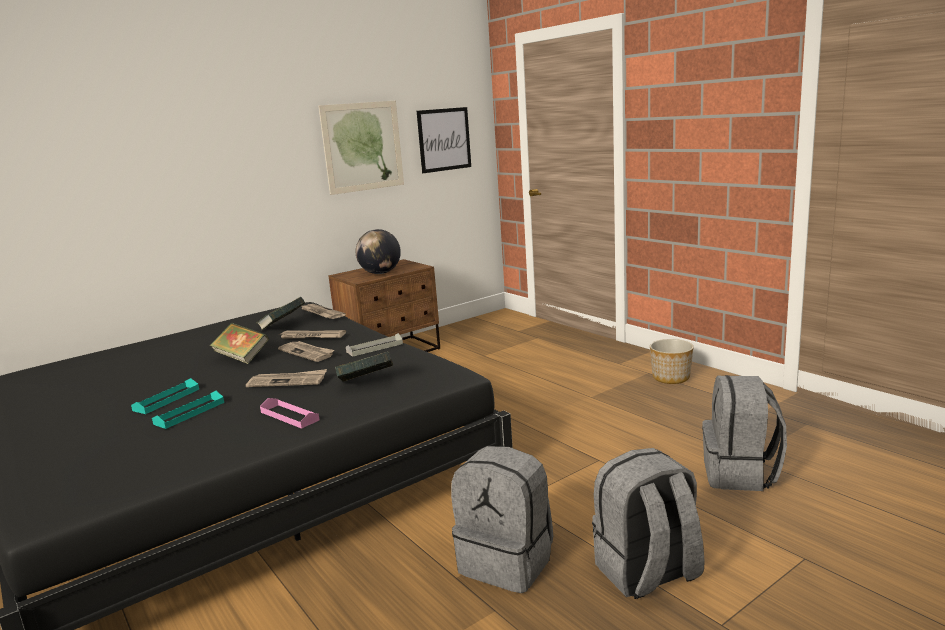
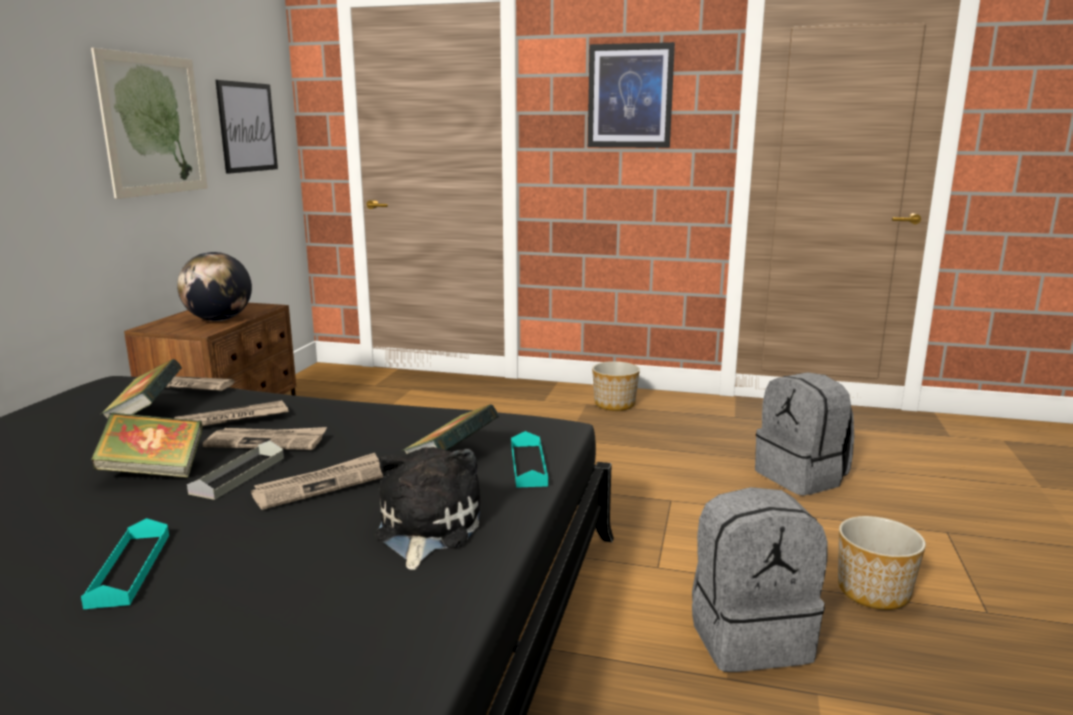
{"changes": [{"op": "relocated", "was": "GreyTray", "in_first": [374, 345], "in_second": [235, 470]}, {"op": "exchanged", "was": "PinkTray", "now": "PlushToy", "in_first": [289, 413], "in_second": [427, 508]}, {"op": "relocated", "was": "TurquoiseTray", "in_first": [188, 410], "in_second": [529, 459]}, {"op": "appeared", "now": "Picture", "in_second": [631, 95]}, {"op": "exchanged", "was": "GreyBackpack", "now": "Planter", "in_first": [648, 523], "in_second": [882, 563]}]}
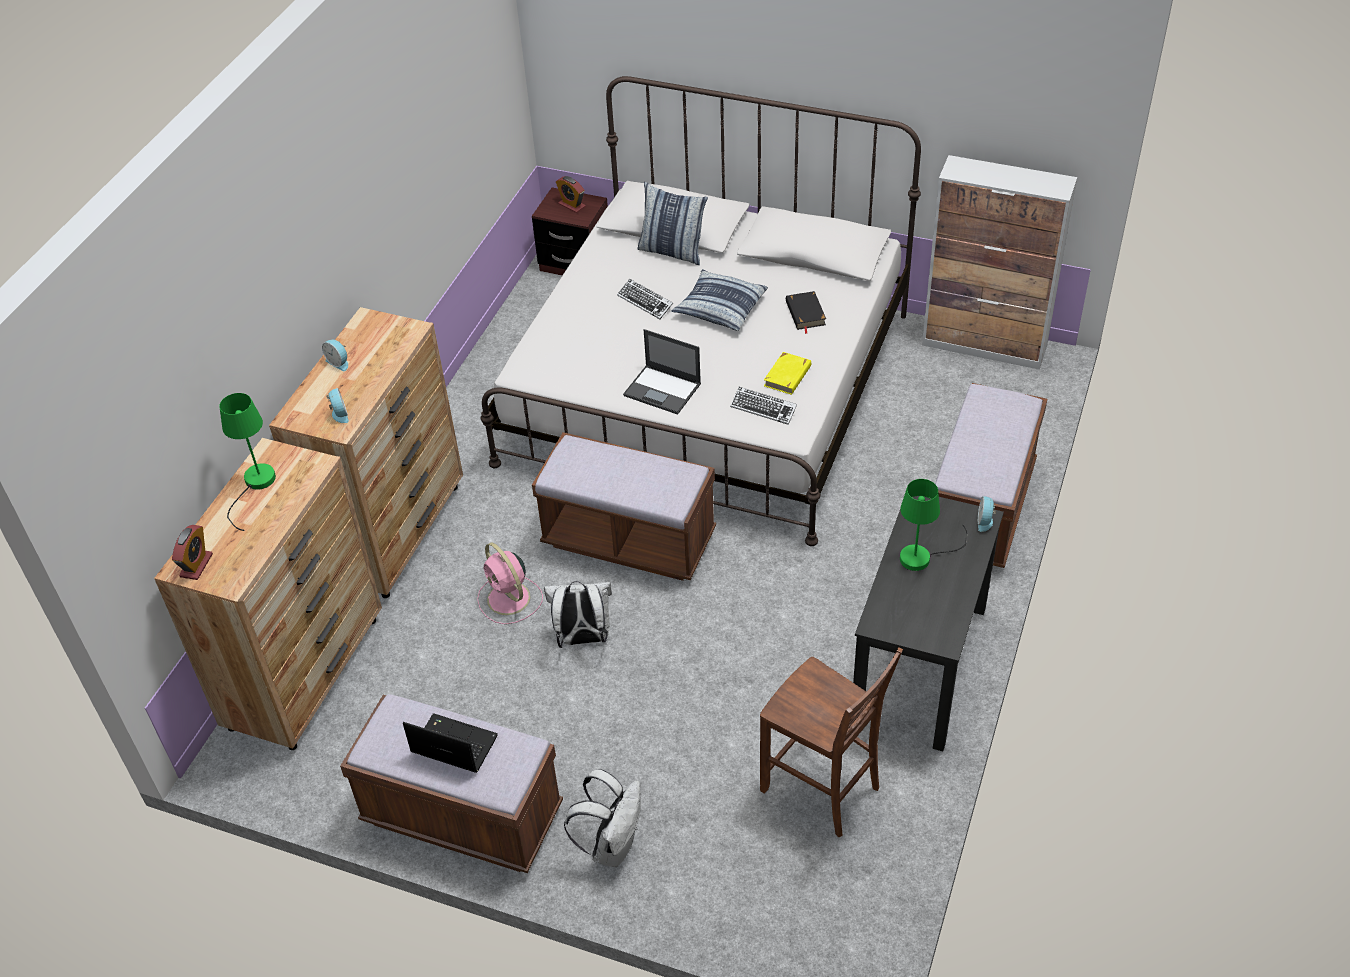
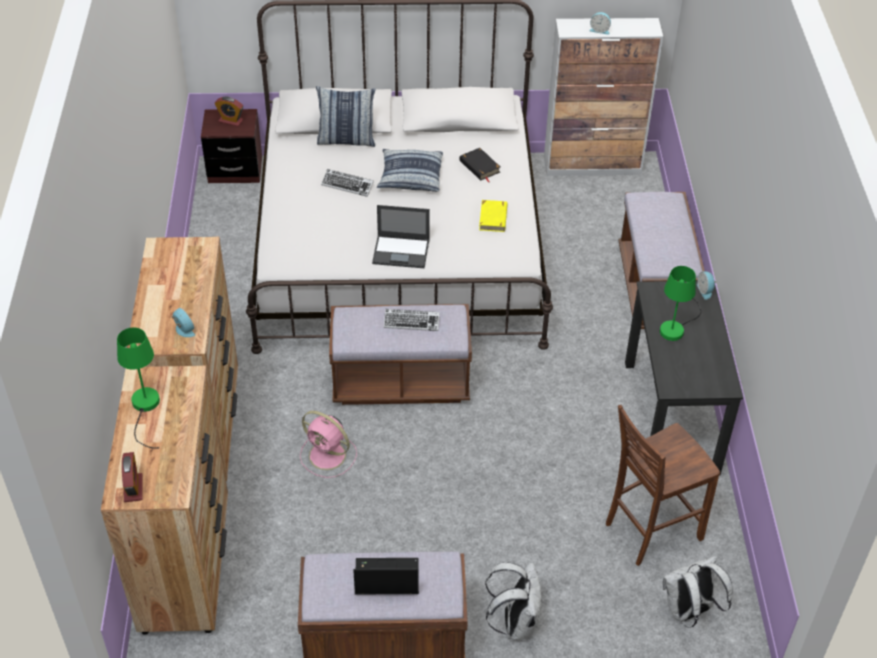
{"changes": [{"op": "relocated", "was": "Keyboard", "in_first": [763, 406], "in_second": [412, 320]}, {"op": "relocated", "was": "AlarmClock", "in_first": [335, 355], "in_second": [600, 23]}, {"op": "spun", "was": "BrownChair", "in_first": [831, 742], "in_second": [663, 485], "clockwise": 135}, {"op": "relocated", "was": "WhiteBackpack", "in_first": [578, 614], "in_second": [698, 592]}]}
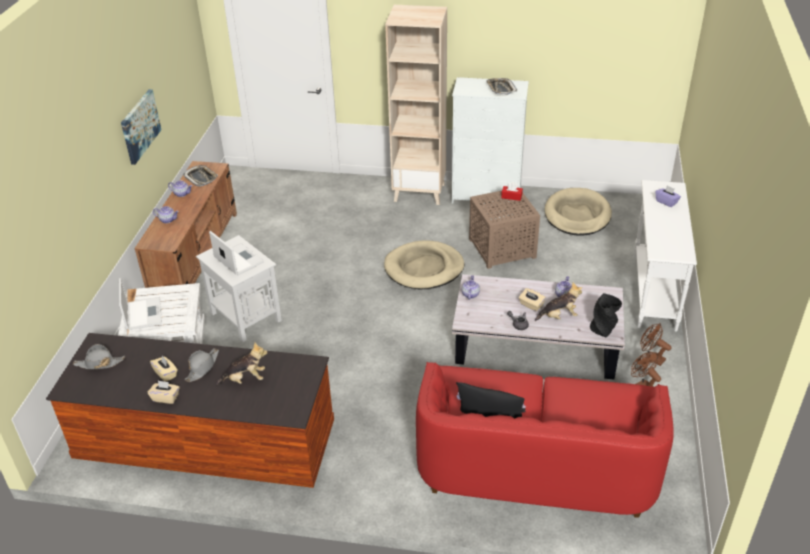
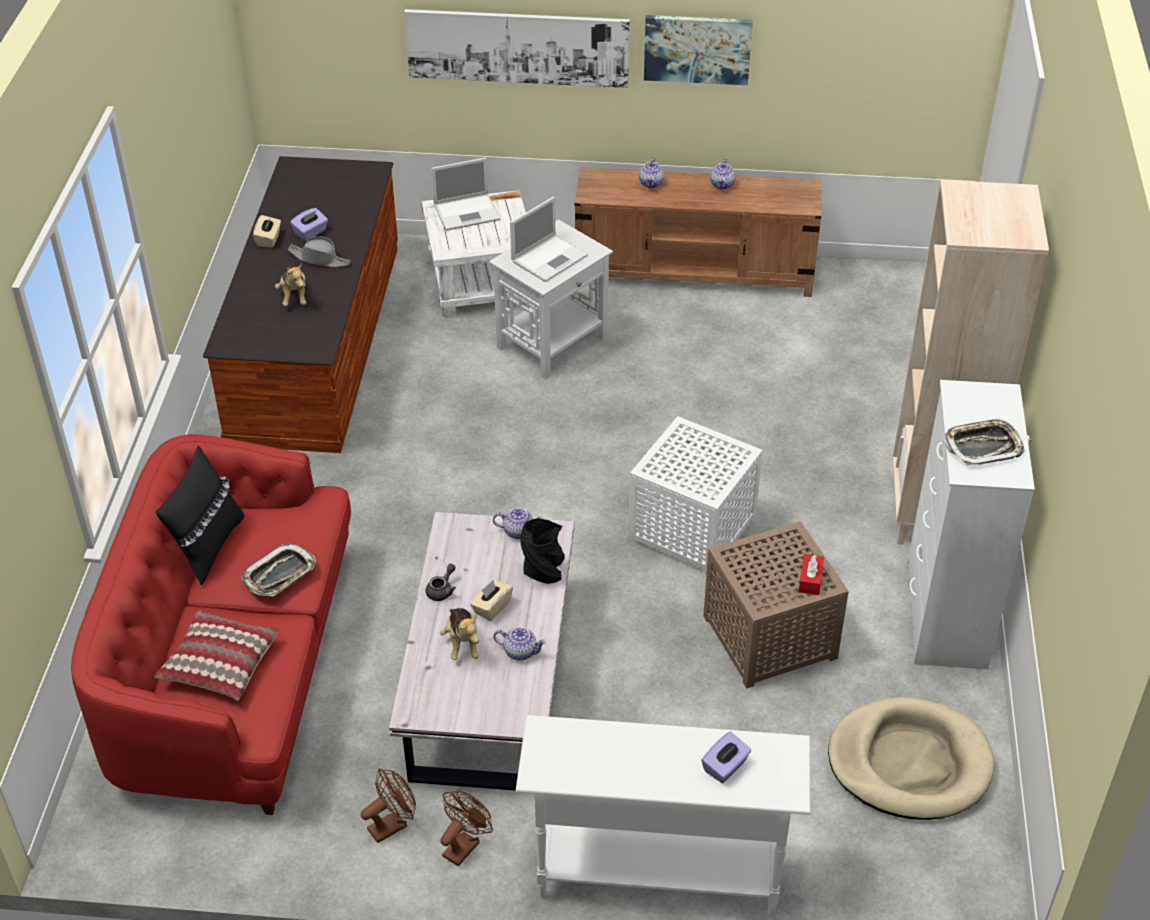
{"changes": [{"op": "appeared", "now": "Pillow", "in_second": [217, 655]}, {"op": "relocated", "was": "Tray", "in_first": [200, 175], "in_second": [278, 569]}, {"op": "colour", "was": "BeigeTissueBox", "now": "PurpleTissueBox", "in_first": [164, 369], "in_second": [309, 224]}, {"op": "appeared", "now": "Picture", "in_second": [517, 48]}, {"op": "relocated", "was": "BlackVase", "in_first": [606, 315], "in_second": [542, 551]}, {"op": "exchanged", "was": "BeigeDogBed", "now": "WhiteSideTable", "in_first": [424, 264], "in_second": [695, 495]}, {"op": "missing", "was": "GreyHat", "in_first": [99, 356]}]}
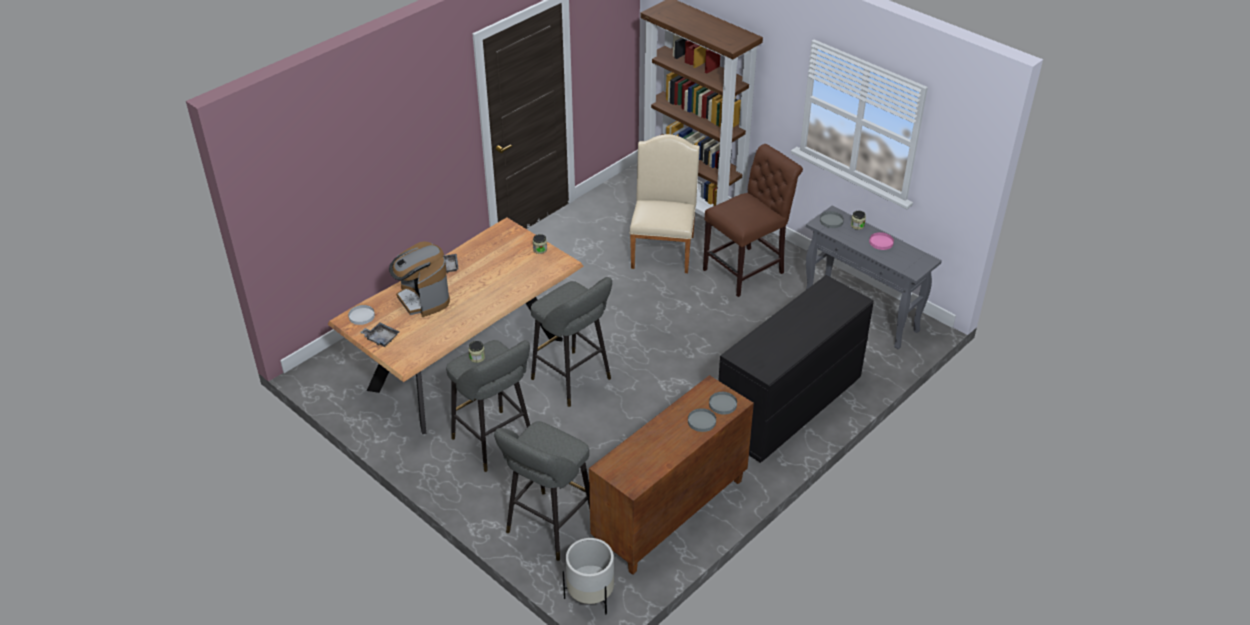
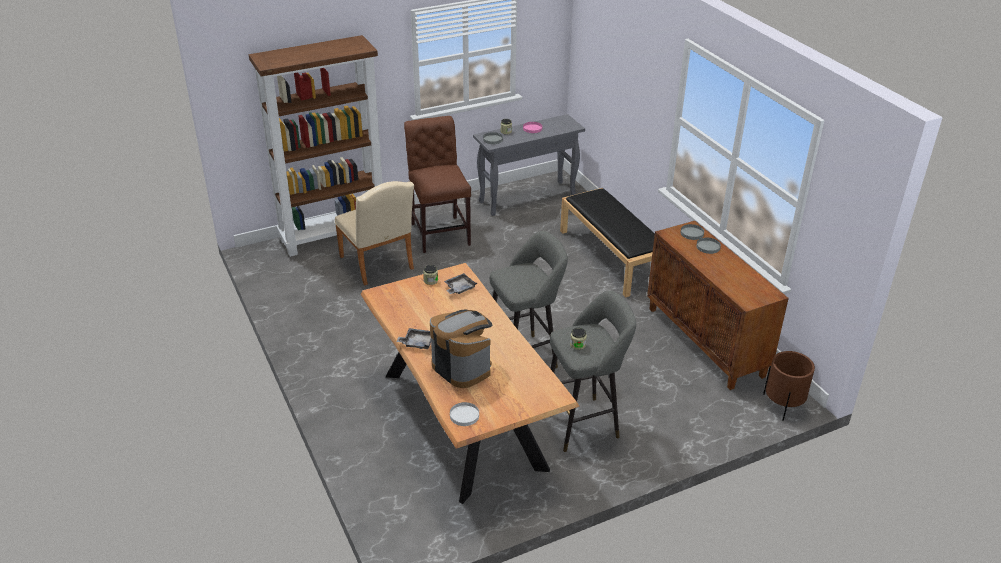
{"changes": [{"op": "spun", "was": "BeigeChair", "in_first": [664, 203], "in_second": [374, 233], "clockwise": -150}, {"op": "spun", "was": "CoffeeMachine", "in_first": [419, 279], "in_second": [461, 349], "clockwise": -120}, {"op": "relocated", "was": "GreyTray", "in_first": [379, 334], "in_second": [460, 283]}, {"op": "exchanged", "was": "BlackDresser", "now": "BlackBench", "in_first": [796, 369], "in_second": [607, 243]}, {"op": "colour", "was": "WhitePlanter", "now": "BrownPlanter", "in_first": [588, 576], "in_second": [789, 386]}, {"op": "missing", "was": "GreyStool", "in_first": [542, 491]}]}
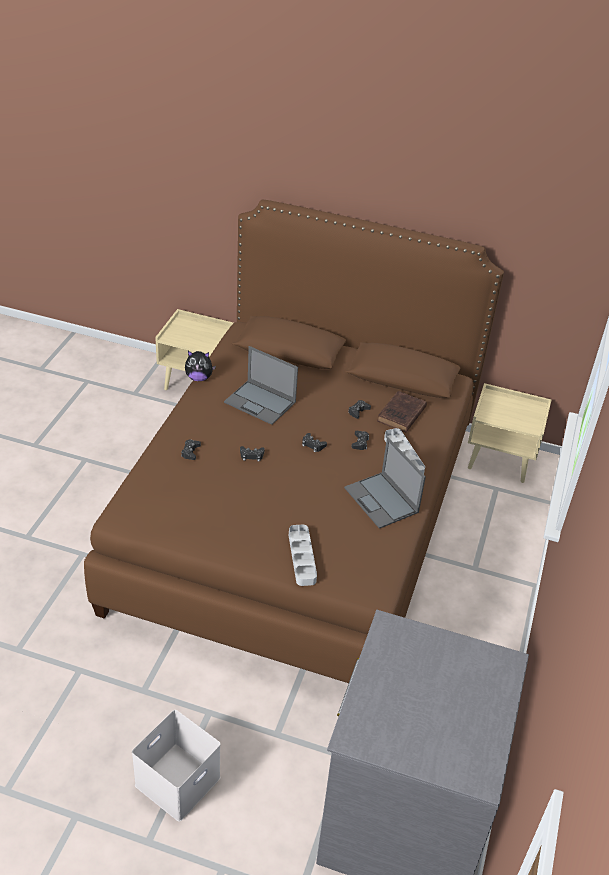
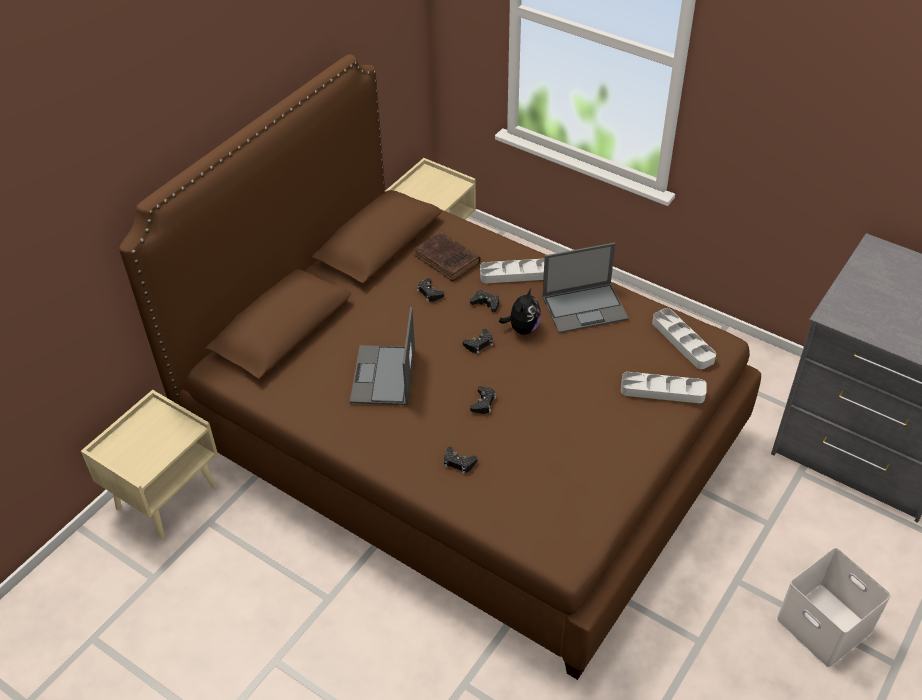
{"changes": [{"op": "spun", "was": "Laptop", "in_first": [261, 385], "in_second": [382, 356], "clockwise": 135}, {"op": "relocated", "was": "PlushToy", "in_first": [200, 366], "in_second": [520, 311]}, {"op": "appeared", "now": "GreyTray", "in_second": [684, 338]}]}
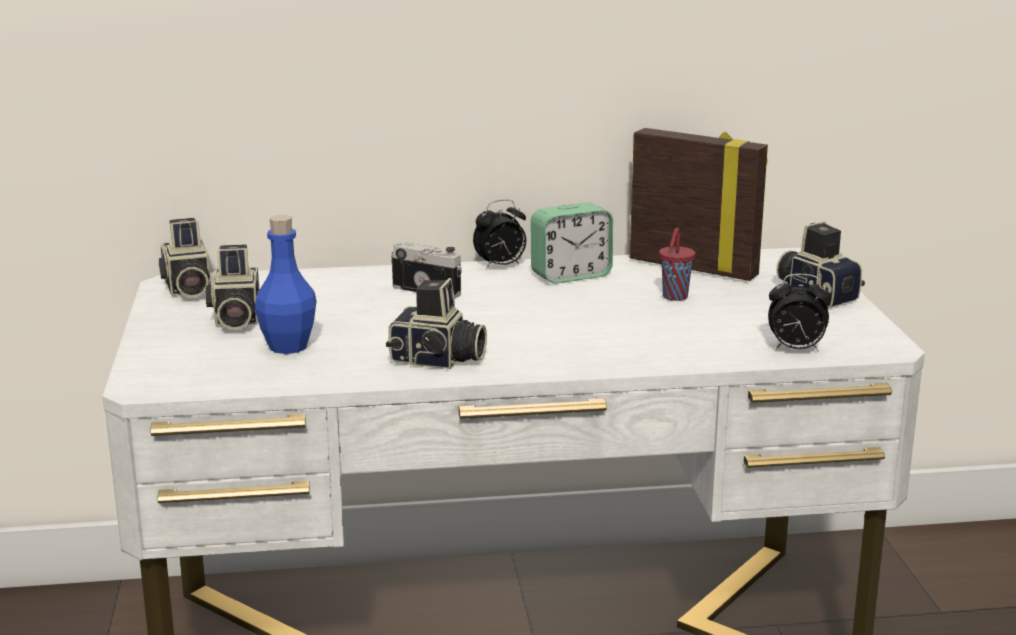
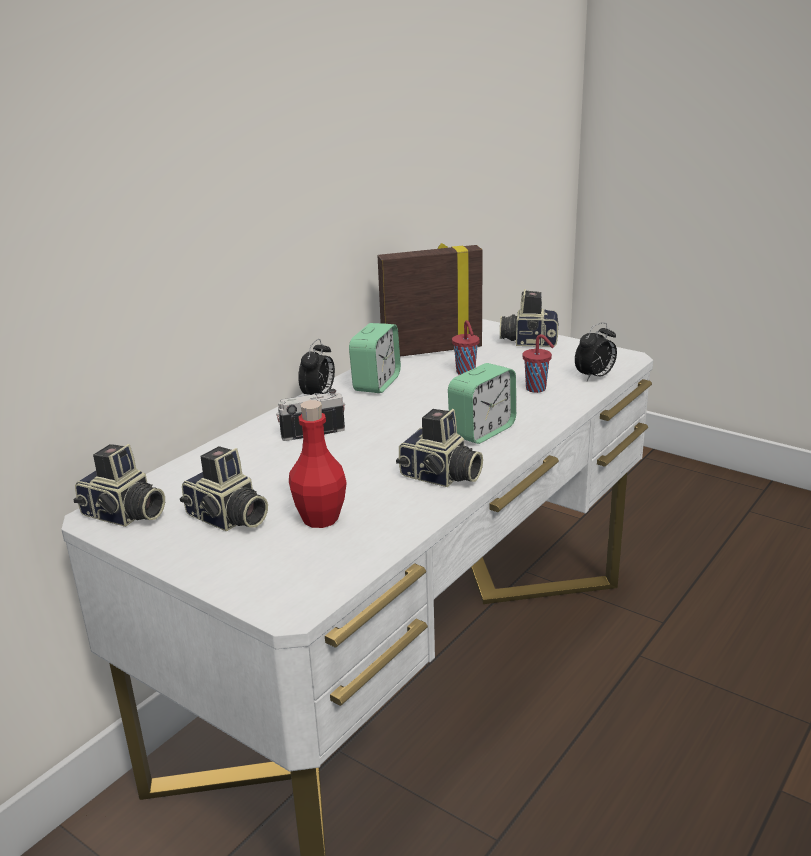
{"changes": [{"op": "colour", "was": "BlueBottle", "now": "RedBottle", "in_first": [286, 284], "in_second": [318, 464]}, {"op": "spun", "was": "PhotoCamera", "in_first": [436, 323], "in_second": [439, 448], "clockwise": 60}, {"op": "appeared", "now": "AlarmClock", "in_second": [482, 403]}, {"op": "appeared", "now": "RedCup", "in_second": [538, 363]}]}
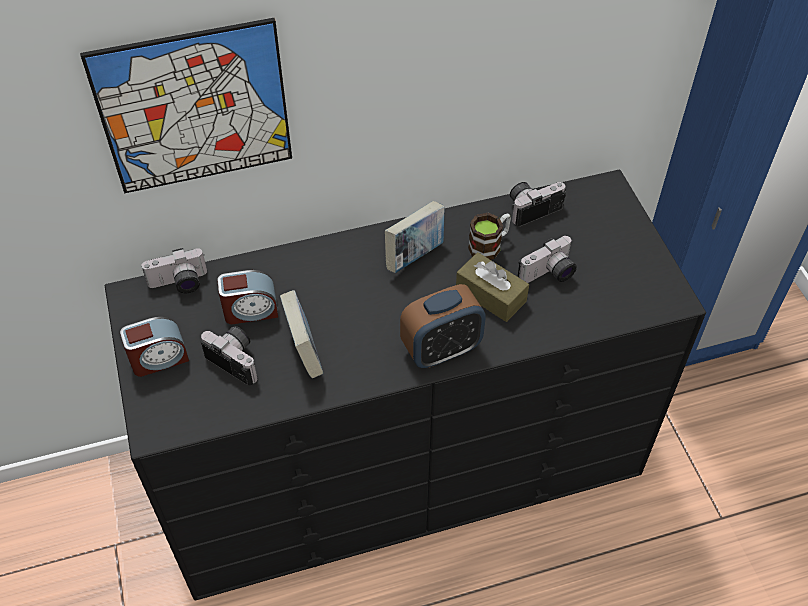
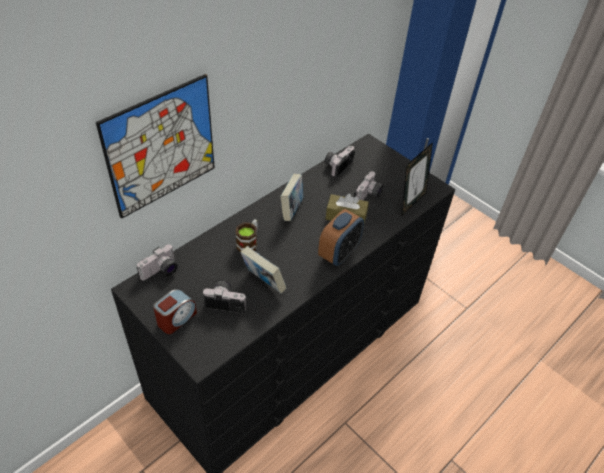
{"changes": [{"op": "relocated", "was": "Mug", "in_first": [489, 236], "in_second": [247, 235]}, {"op": "appeared", "now": "PictureFrame", "in_second": [417, 179]}, {"op": "missing", "was": "AlarmClock", "in_first": [247, 297]}]}
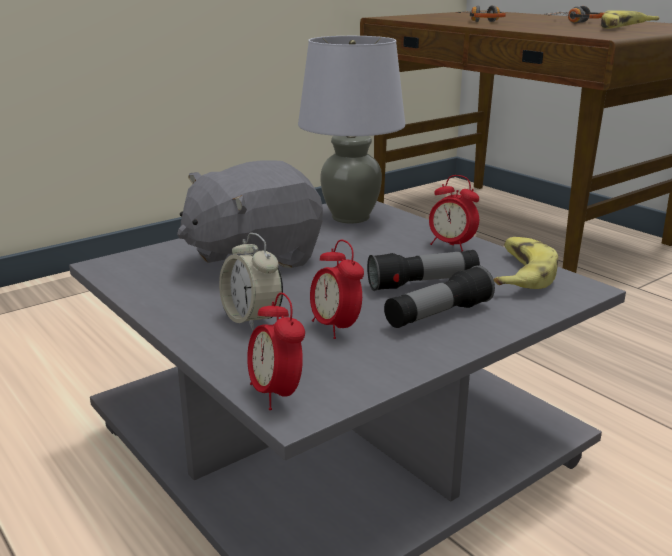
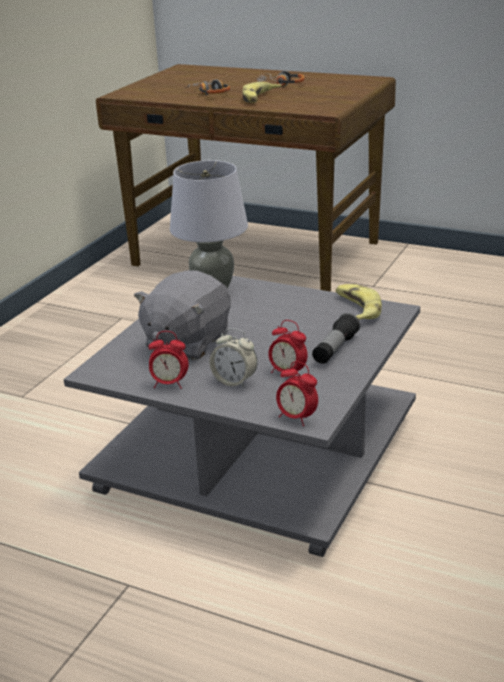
{"changes": [{"op": "relocated", "was": "AlarmClock", "in_first": [454, 213], "in_second": [169, 360]}, {"op": "relocated", "was": "Banana", "in_first": [630, 19], "in_second": [262, 92]}, {"op": "missing", "was": "Flashlight", "in_first": [423, 270]}]}
